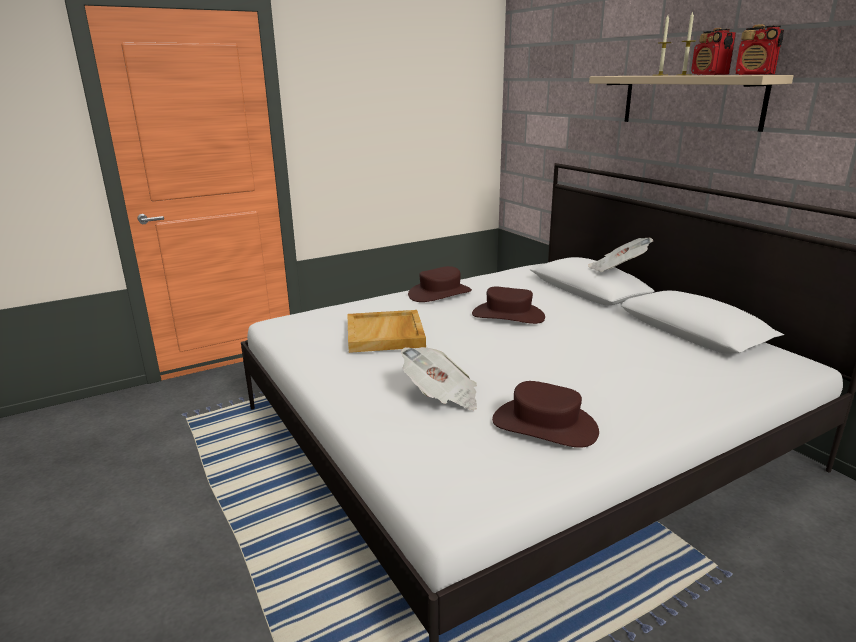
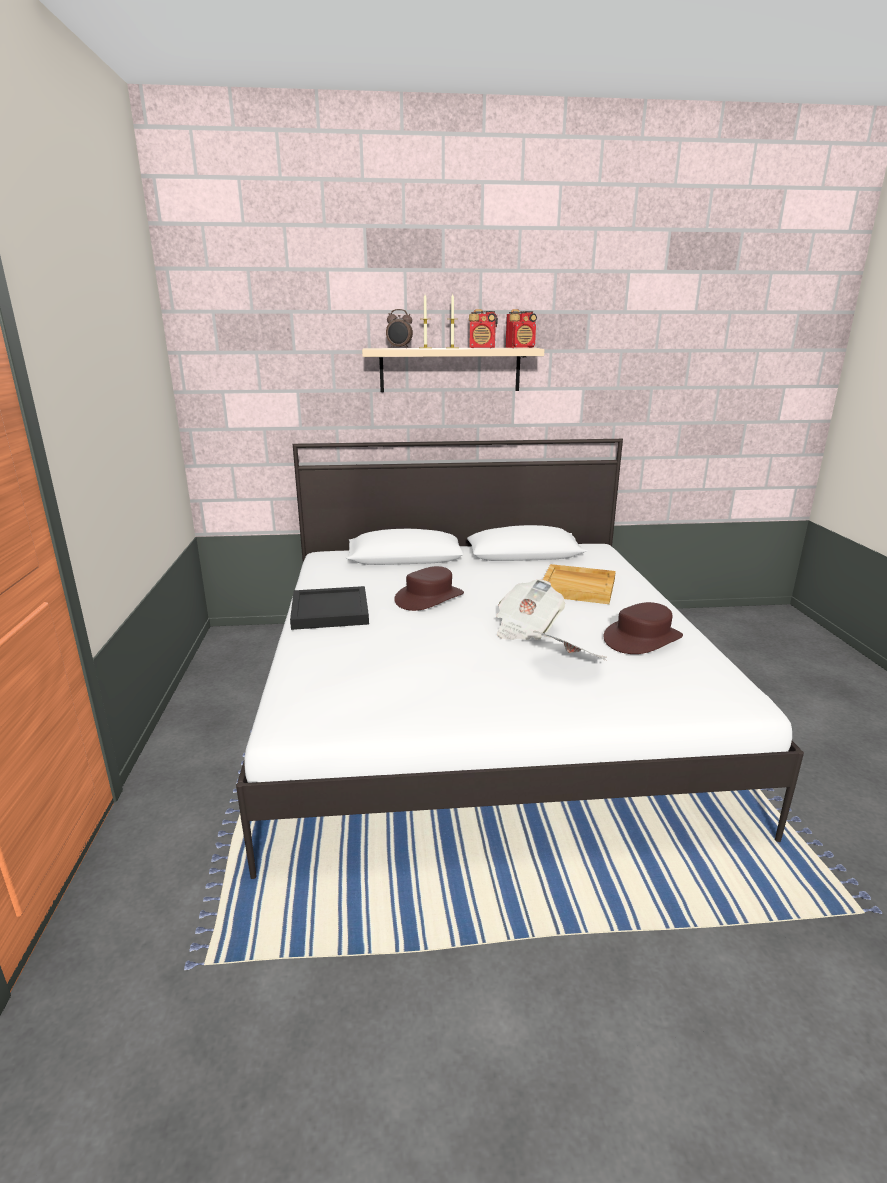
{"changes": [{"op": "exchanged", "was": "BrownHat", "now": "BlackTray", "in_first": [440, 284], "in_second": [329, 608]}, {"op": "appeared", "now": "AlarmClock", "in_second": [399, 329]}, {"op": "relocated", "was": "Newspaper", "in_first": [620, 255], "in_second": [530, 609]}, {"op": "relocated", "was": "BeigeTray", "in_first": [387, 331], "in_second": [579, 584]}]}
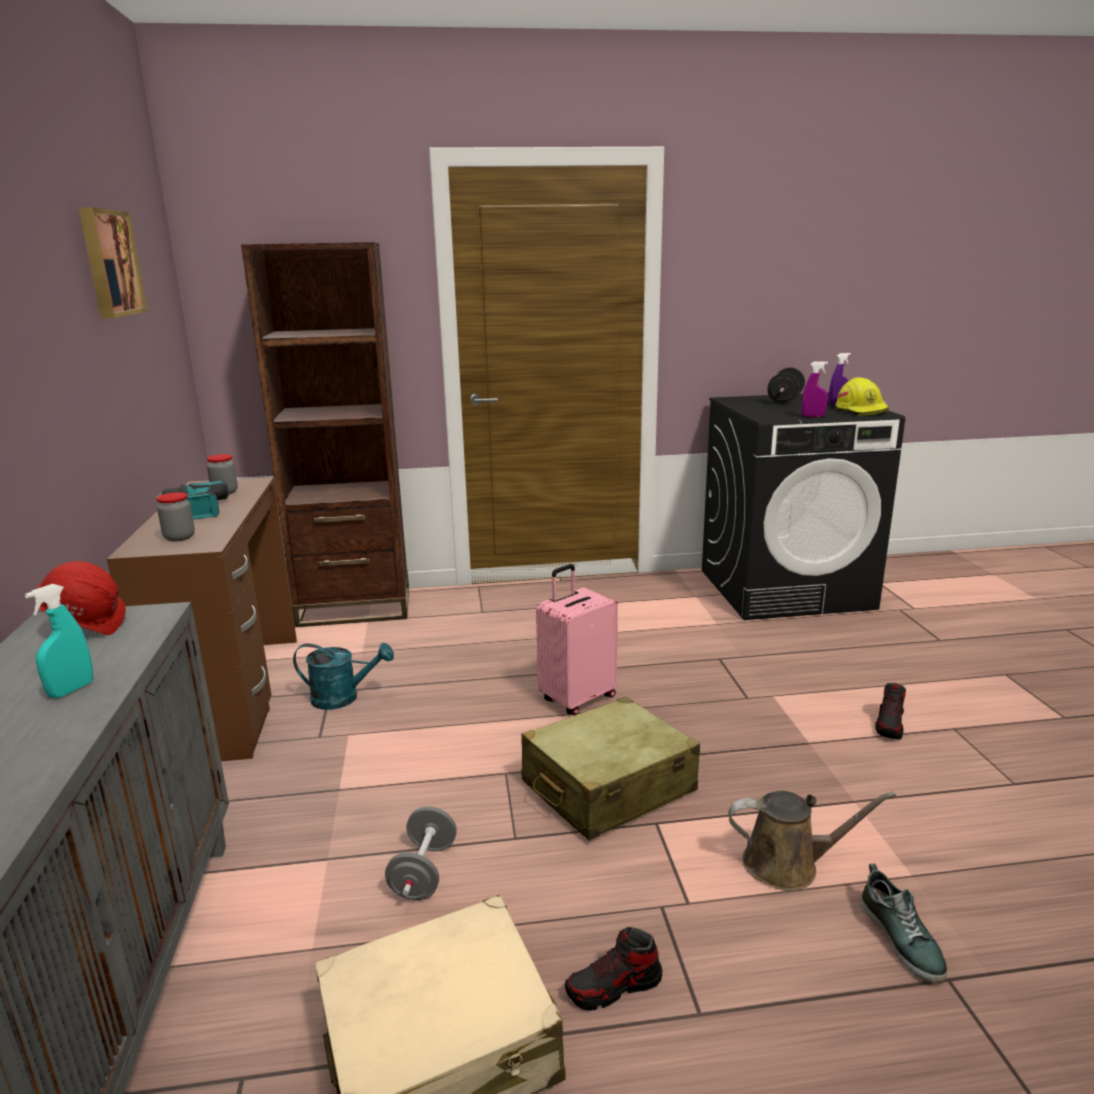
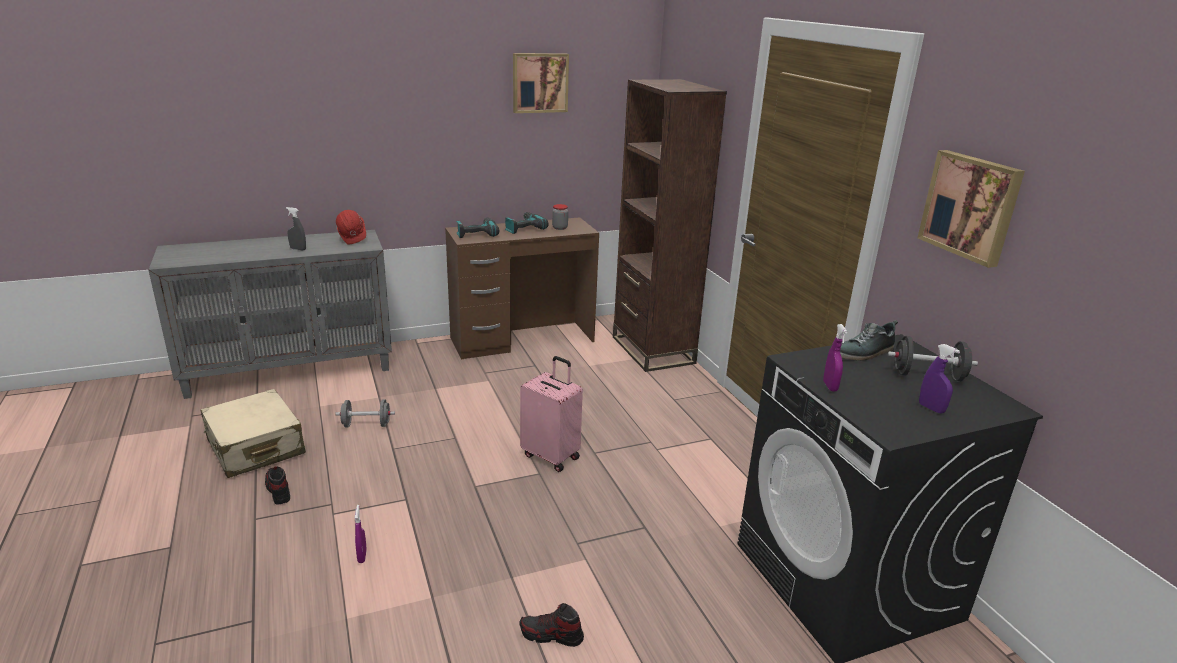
{"changes": [{"op": "colour", "was": "TurquoiseSprayBottle", "now": "GreySprayBottle", "in_first": [59, 641], "in_second": [296, 228]}, {"op": "exchanged", "was": "BrownWateringCan", "now": "PurpleSprayBottle", "in_first": [812, 841], "in_second": [361, 534]}, {"op": "exchanged", "was": "Jar", "now": "PowerDrill", "in_first": [175, 517], "in_second": [477, 227]}, {"op": "relocated", "was": "Shoe", "in_first": [903, 923], "in_second": [869, 340]}, {"op": "appeared", "now": "Picture", "in_second": [971, 209]}, {"op": "missing", "was": "TurquoiseWateringCan", "in_first": [343, 676]}, {"op": "missing", "was": "BeigeSuitcase", "in_first": [610, 769]}, {"op": "missing", "was": "YellowHardHat", "in_first": [862, 396]}]}
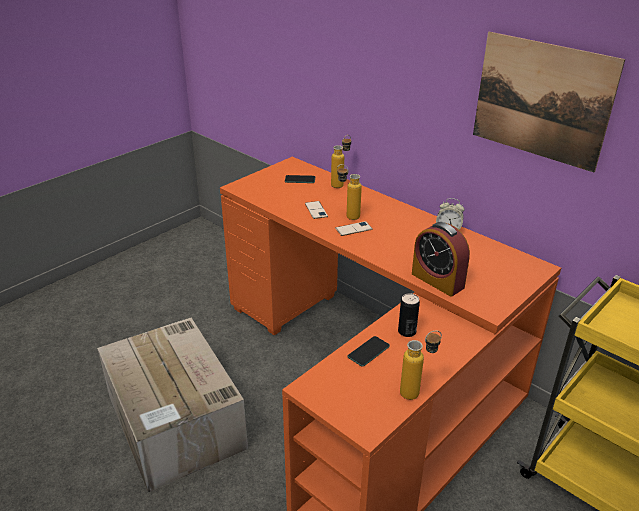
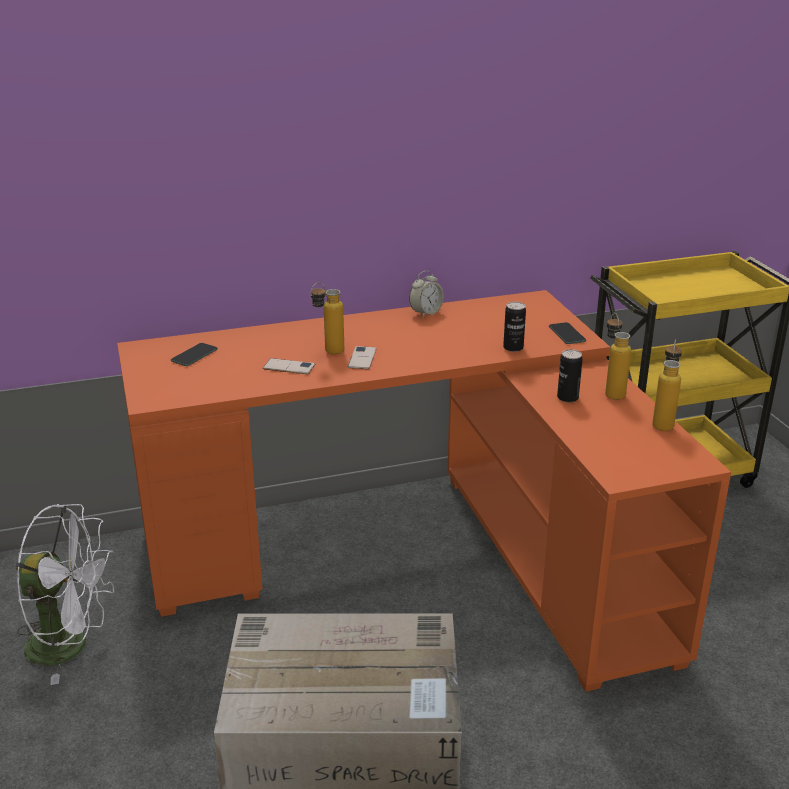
{"changes": [{"op": "appeared", "now": "WhiteFan", "in_second": [64, 594]}, {"op": "exchanged", "was": "AlarmClock", "now": "Can", "in_first": [441, 259], "in_second": [514, 327]}, {"op": "relocated", "was": "Phone", "in_first": [369, 351], "in_second": [567, 333]}, {"op": "relocated", "was": "Bottle", "in_first": [341, 161], "in_second": [618, 356]}, {"op": "missing", "was": "Picture", "in_first": [549, 102]}]}
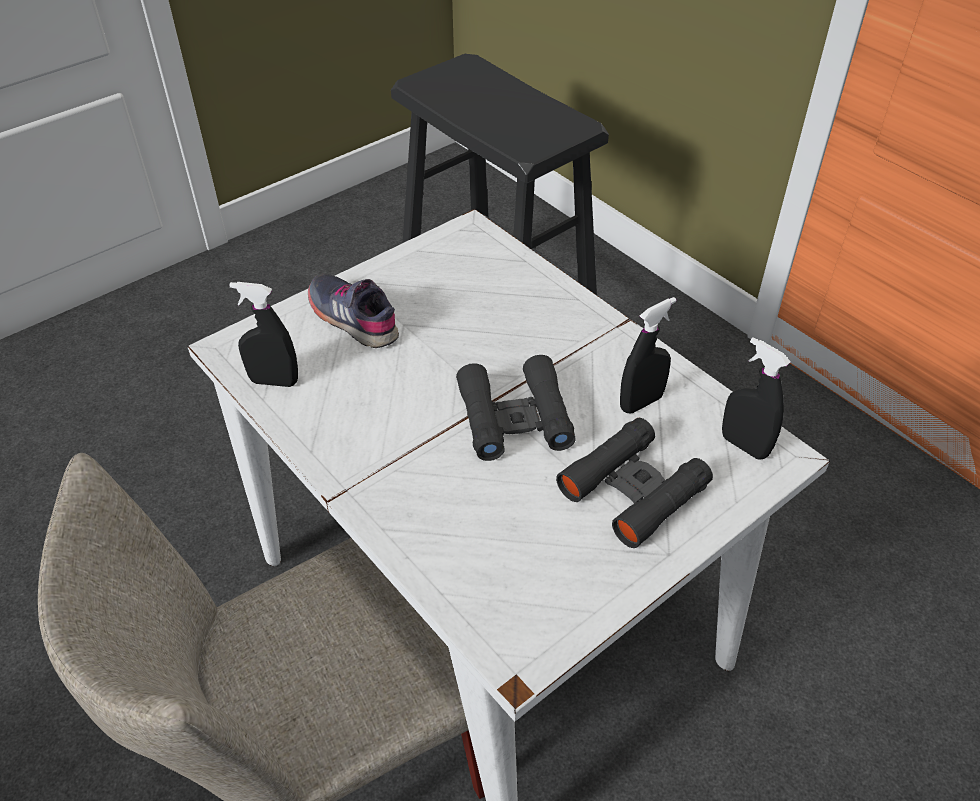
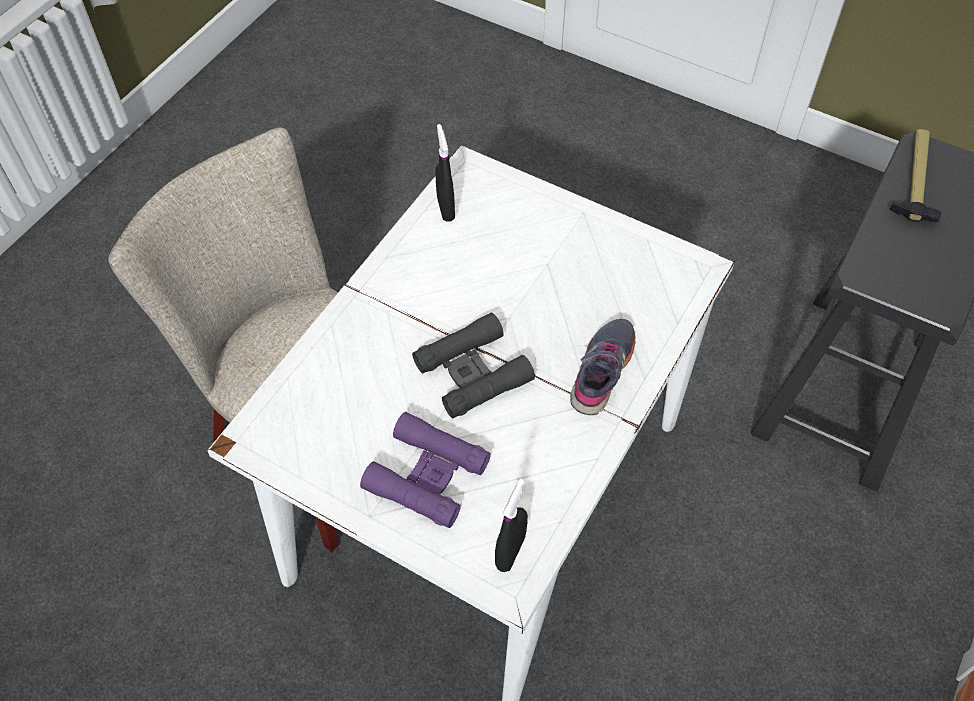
{"changes": [{"op": "colour", "was": "BlackBinoculars", "now": "PurpleBinoculars", "in_first": [634, 483], "in_second": [425, 470]}, {"op": "relocated", "was": "GreyShoe", "in_first": [353, 311], "in_second": [603, 367]}, {"op": "appeared", "now": "Hammer", "in_second": [915, 175]}, {"op": "missing", "was": "BlackSprayBottle", "in_first": [648, 355]}]}
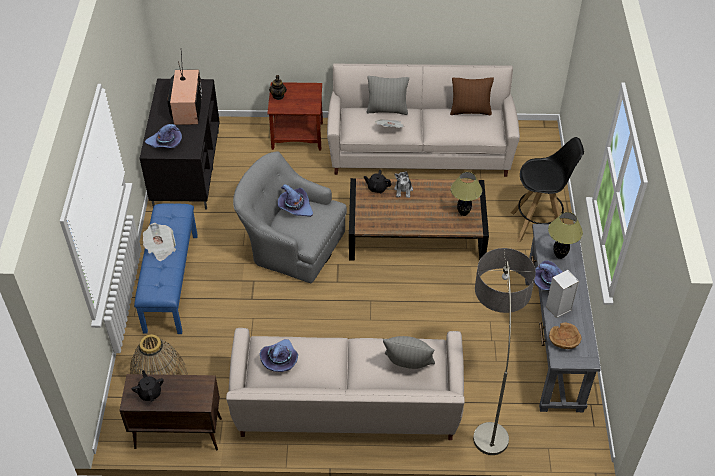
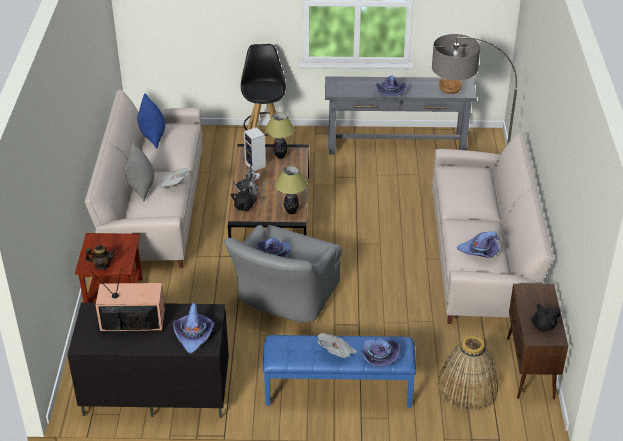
{"changes": [{"op": "colour", "was": "BrownPillow", "now": "BluePillow", "in_first": [472, 96], "in_second": [151, 121]}, {"op": "relocated", "was": "Speaker", "in_first": [562, 294], "in_second": [255, 149]}, {"op": "relocated", "was": "TableLamp", "in_first": [565, 235], "in_second": [291, 190]}, {"op": "appeared", "now": "PurpleHat", "in_second": [380, 353]}, {"op": "missing", "was": "GreyPillow", "in_first": [409, 352]}]}
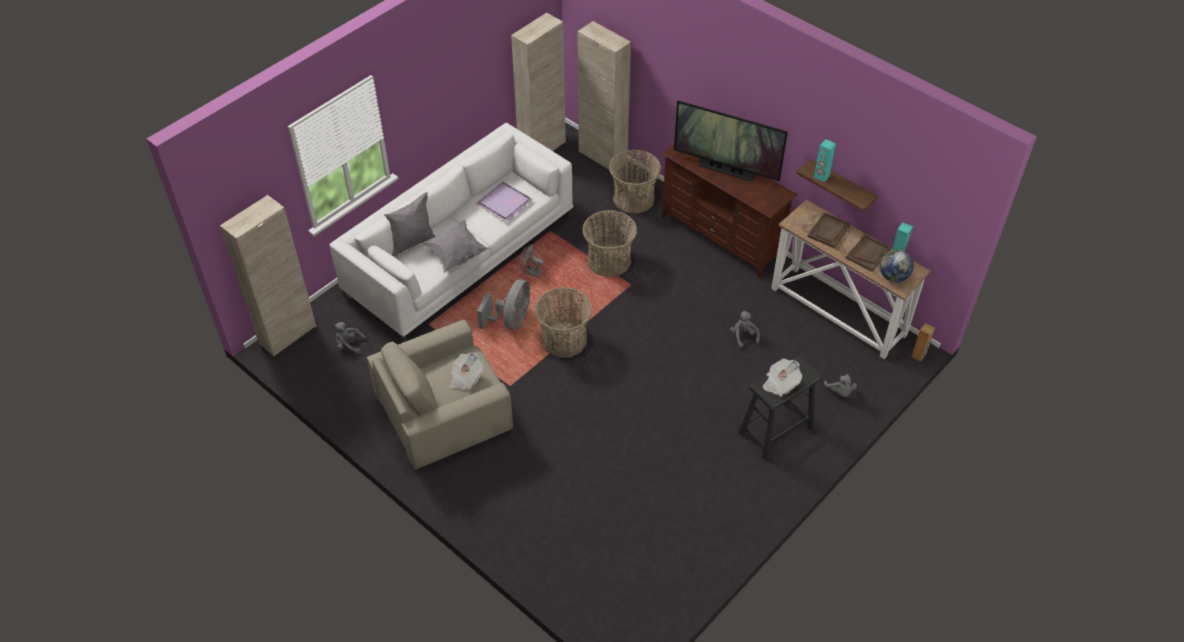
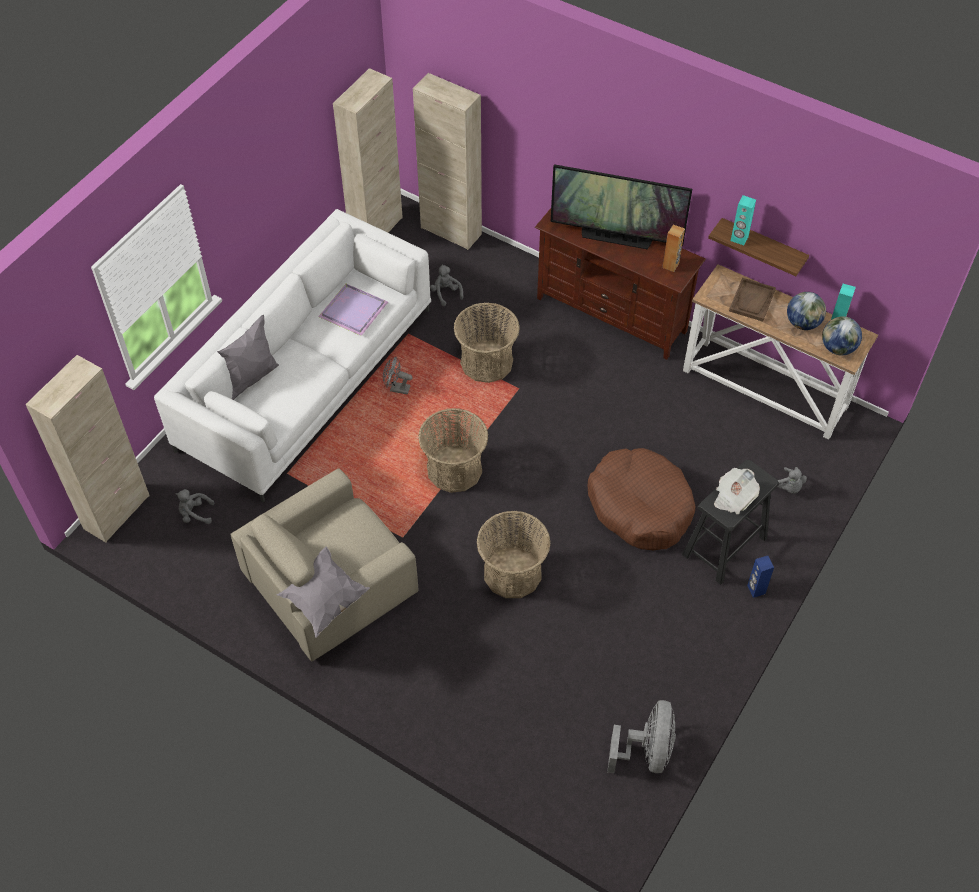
{"changes": [{"op": "relocated", "was": "GreyPillow", "in_first": [456, 246], "in_second": [323, 592]}, {"op": "relocated", "was": "GreyPlushToy", "in_first": [745, 329], "in_second": [446, 285]}, {"op": "relocated", "was": "Basket", "in_first": [635, 182], "in_second": [514, 554]}, {"op": "appeared", "now": "BrownDogBed", "in_second": [641, 499]}, {"op": "relocated", "was": "GreyFan", "in_first": [503, 304], "in_second": [641, 736]}, {"op": "relocated", "was": "BrownSpeaker", "in_first": [923, 342], "in_second": [673, 248]}, {"op": "appeared", "now": "BlueSpeaker", "in_second": [760, 577]}, {"op": "exchanged", "was": "BrownTray", "now": "Globe", "in_first": [868, 253], "in_second": [806, 311]}, {"op": "missing", "was": "Newspaper", "in_first": [466, 371]}]}
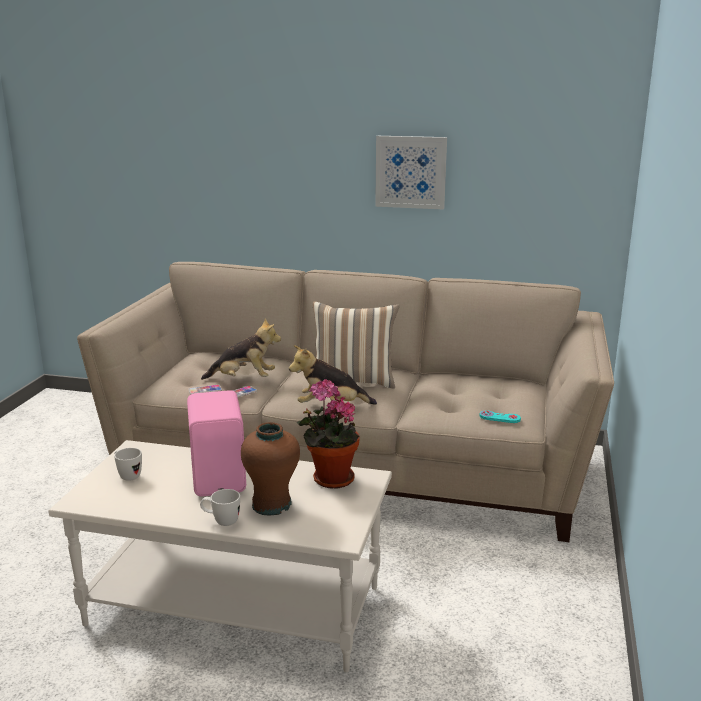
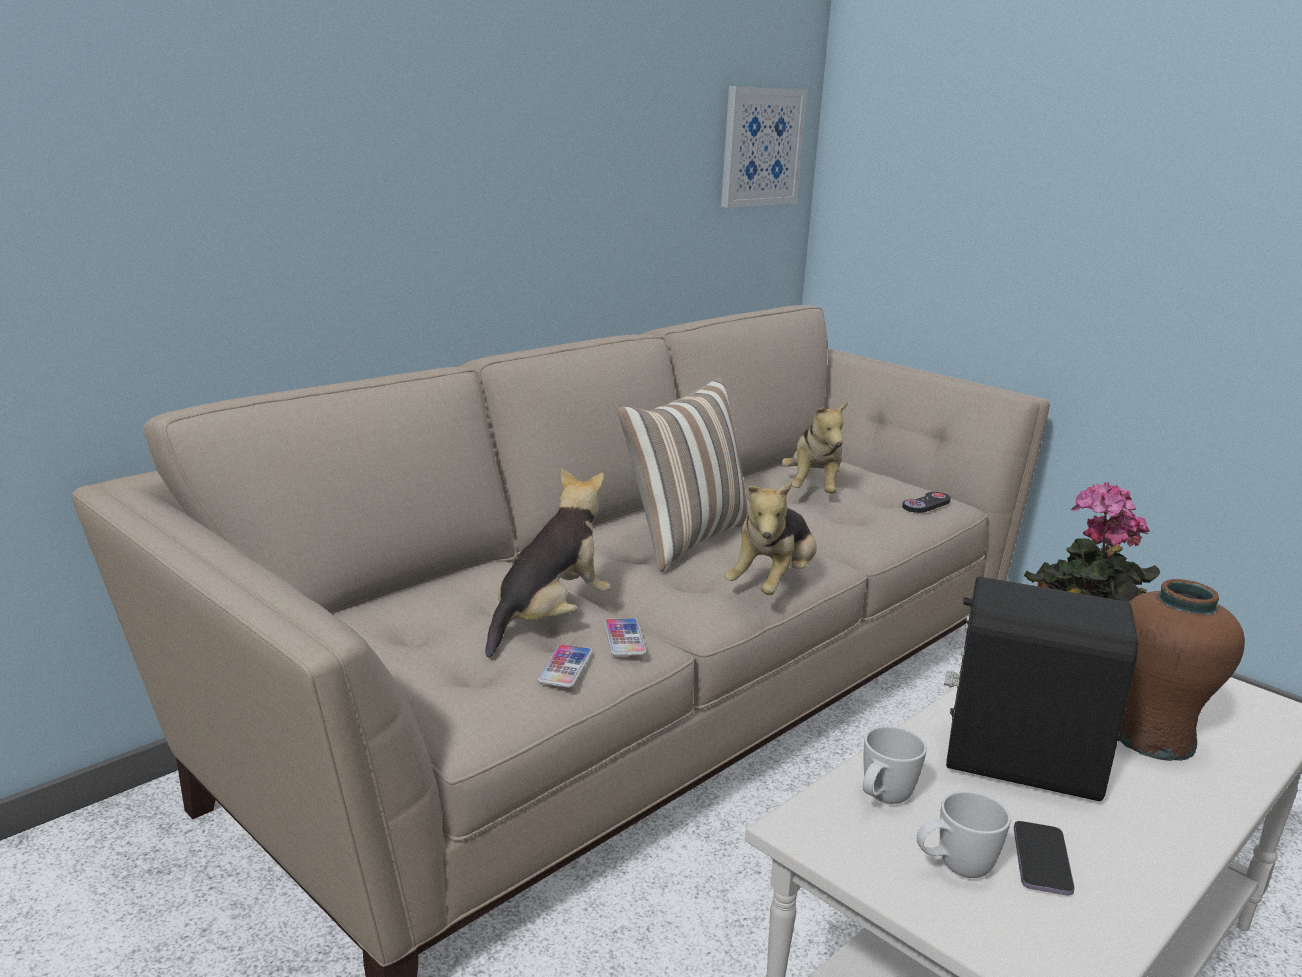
{"changes": [{"op": "relocated", "was": "Picture", "in_first": [411, 173], "in_second": [764, 147]}, {"op": "appeared", "now": "PlushToy", "in_second": [815, 447]}, {"op": "relocated", "was": "WhiteMug", "in_first": [220, 507], "in_second": [895, 765]}, {"op": "colour", "was": "TurquoiseGameController", "now": "BlackGameController", "in_first": [500, 417], "in_second": [926, 502]}, {"op": "colour", "was": "PinkSpeaker", "now": "BlackSpeaker", "in_first": [216, 443], "in_second": [1041, 689]}, {"op": "appeared", "now": "Phone", "in_second": [1044, 858]}]}
